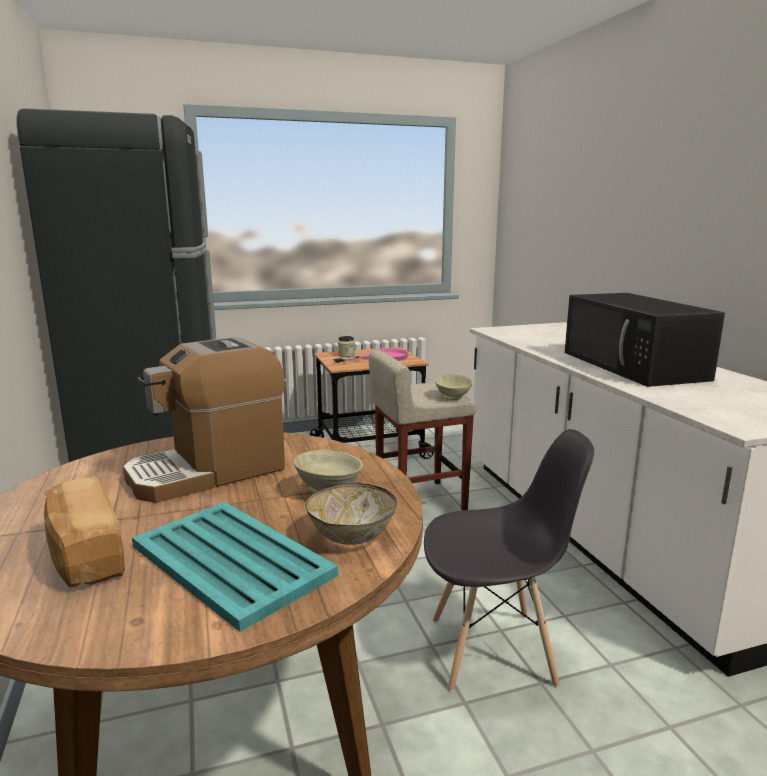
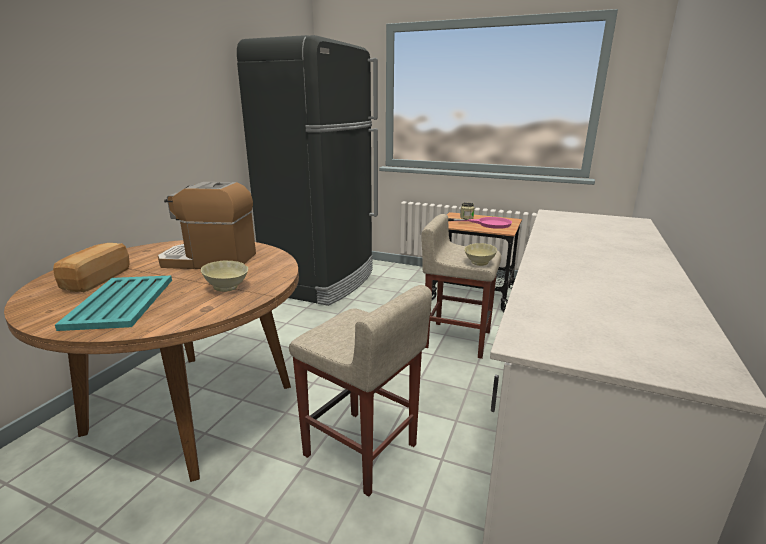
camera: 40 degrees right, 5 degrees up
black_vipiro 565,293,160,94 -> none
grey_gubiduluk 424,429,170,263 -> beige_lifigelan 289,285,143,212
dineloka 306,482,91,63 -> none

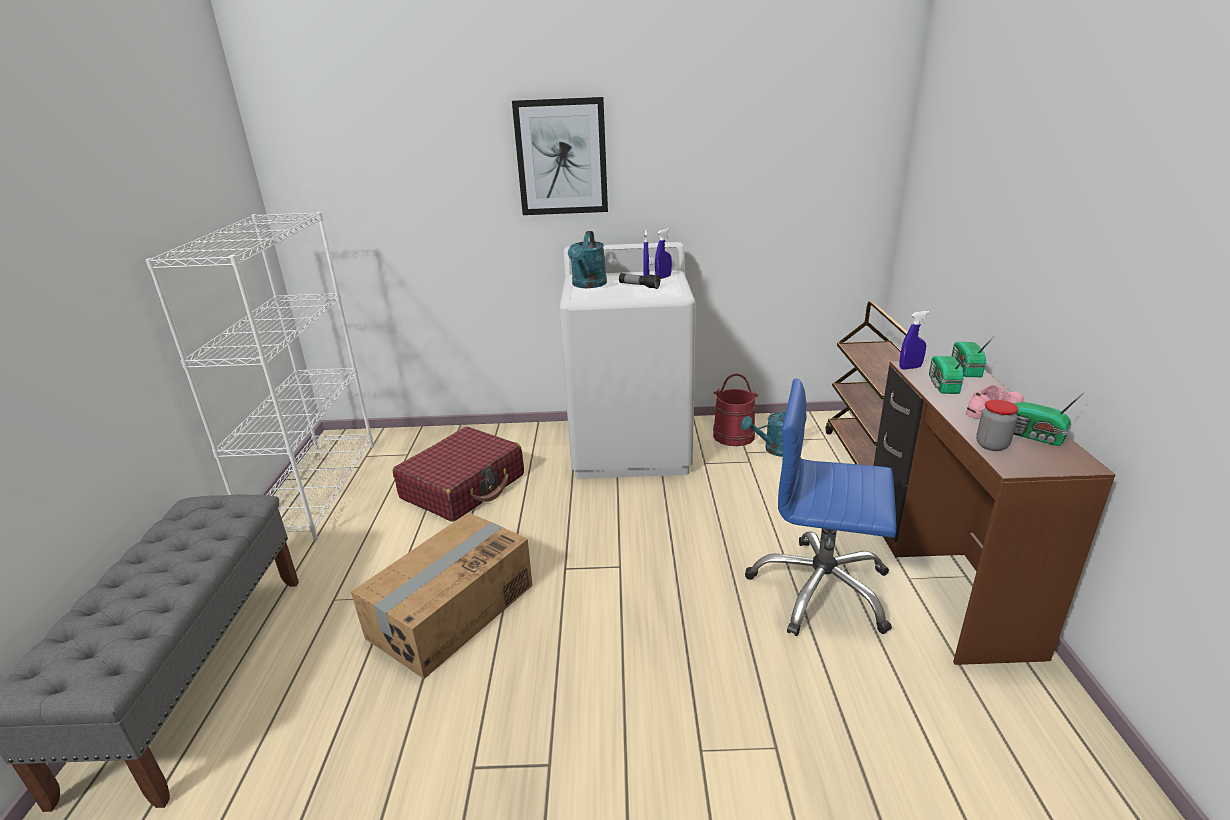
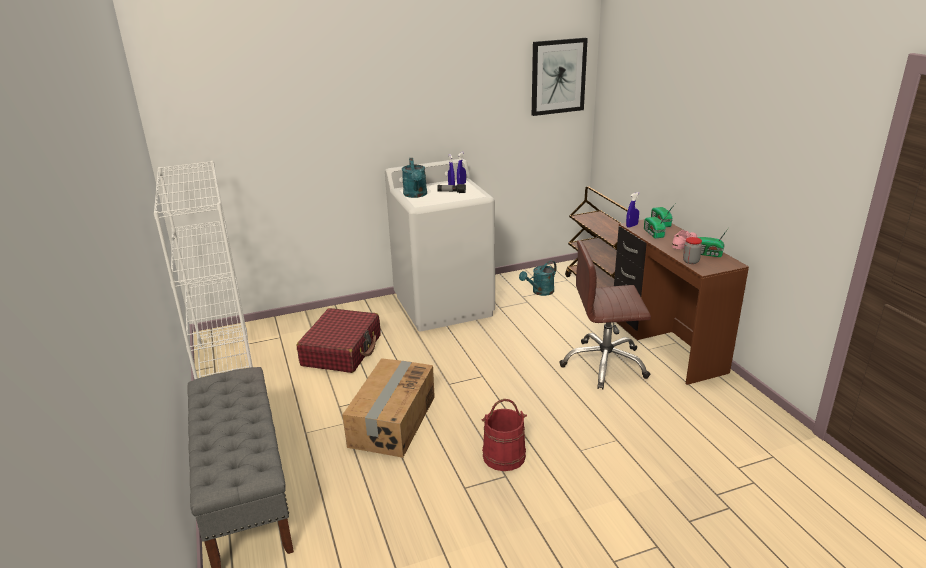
camera: 20 degrees left, 0 degrees up
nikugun 512,97,96,118 -> nikugun 532,38,56,78, move
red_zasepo 713,373,46,73 -> red_zasepo 481,399,46,72, move
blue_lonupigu 745,379,151,257 -> brown_lonupigu 559,240,92,150

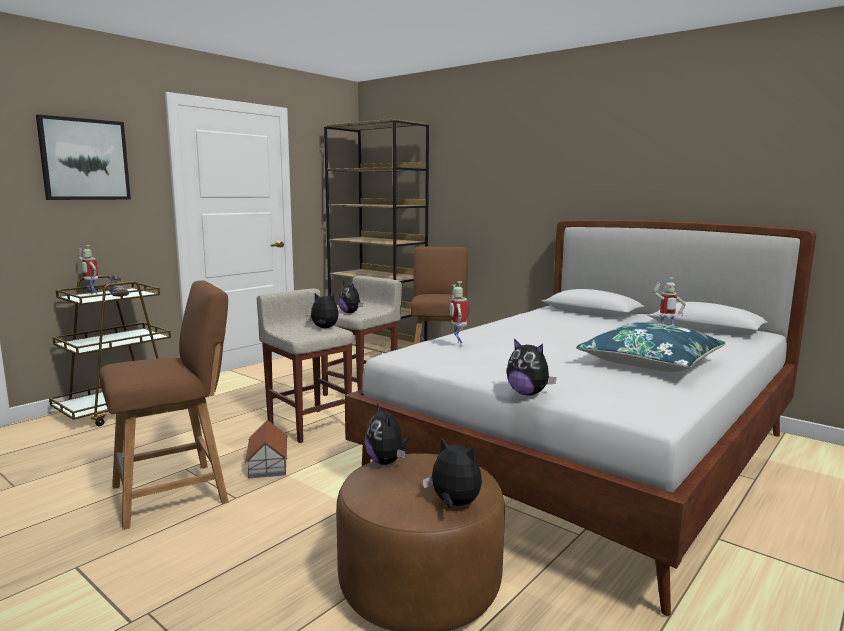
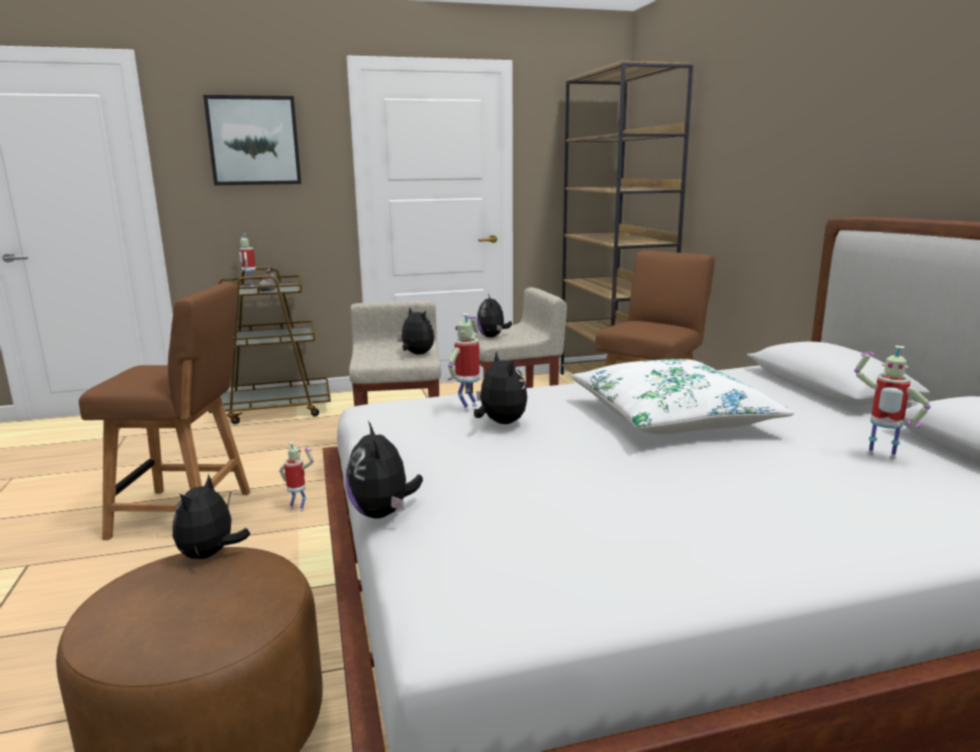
camera: 35 degrees right, 5 degrees up
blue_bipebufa 576,322,150,50 -> none
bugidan 245,420,43,59 -> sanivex 279,442,35,70
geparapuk 423,437,59,71 -> geparapuk 474,351,53,73, move
none -> white_bipebufa 572,359,222,75

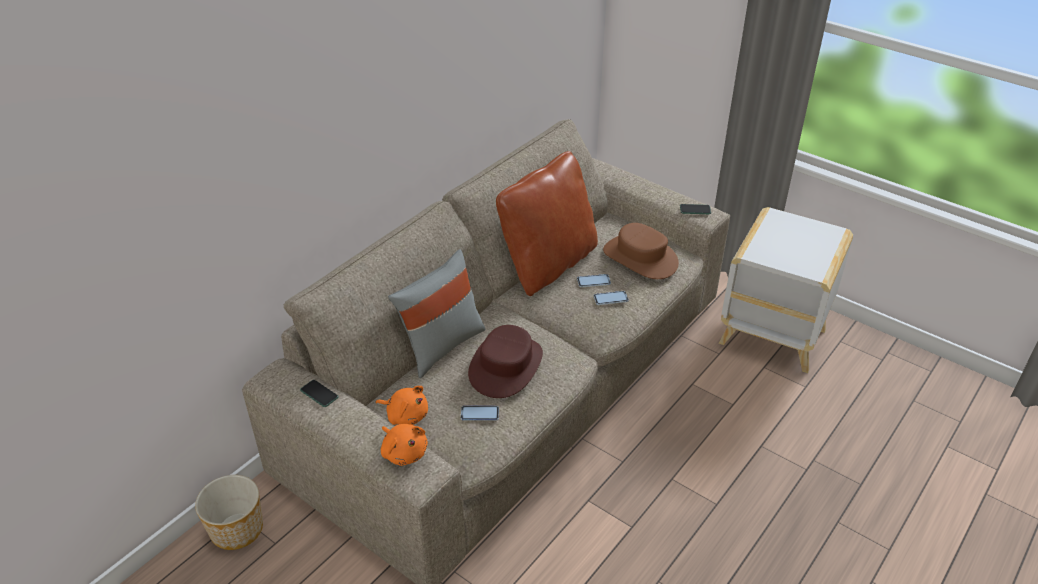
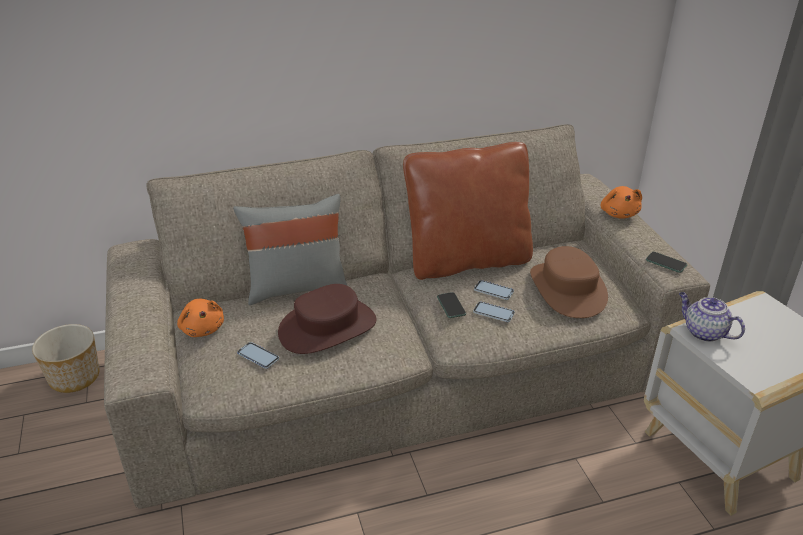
camera: 35 degrees right, 5 degrees down
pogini 300,380,38,27 -> pogini 437,292,29,26, move
orange_geparapuk 381,424,47,42 -> orange_geparapuk 601,186,41,33, move
none -> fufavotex 679,292,66,50

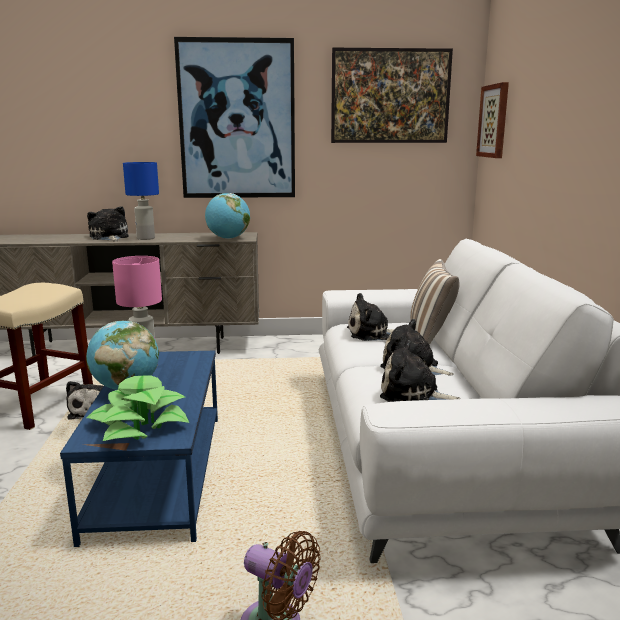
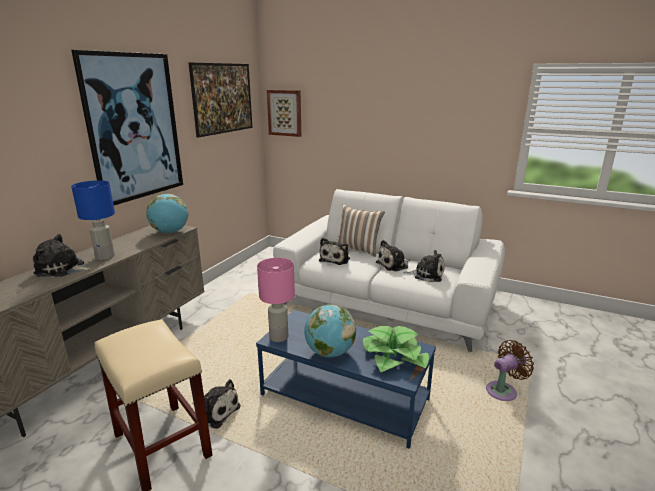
camera: 60 degrees left, 5 degrees up
geparapuk 380,340,81,62 -> geparapuk 404,250,41,32, 120 degrees counterclockwise

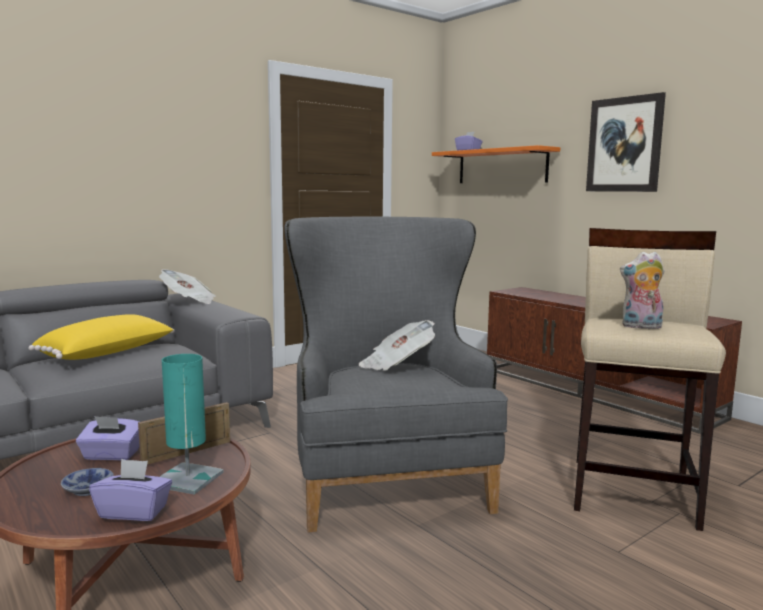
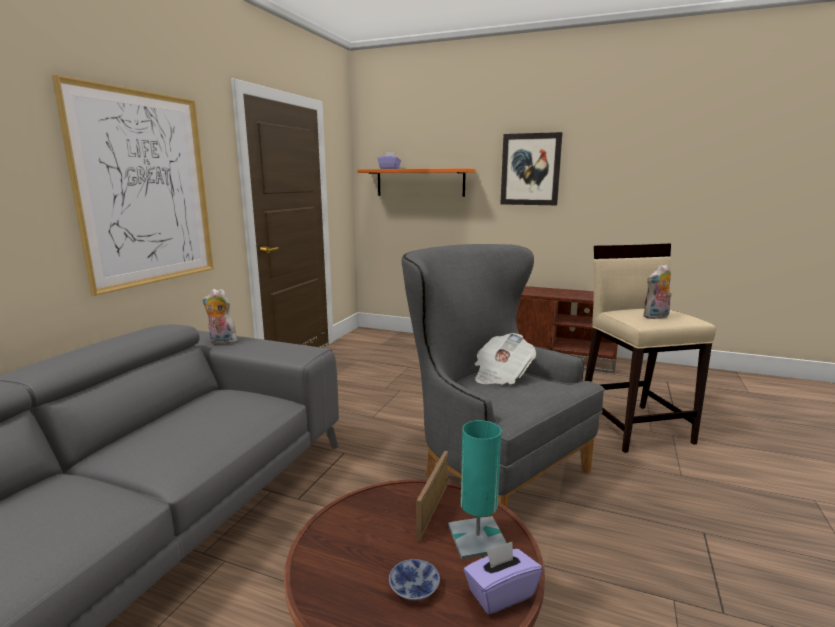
camera: 30 degrees left, 5 degrees up
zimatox 159,269,57,35 -> geparapuk 202,289,35,55
yellow_bipebufa 28,314,147,46 -> none
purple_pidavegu 76,416,64,44 -> none
none -> nikugun 52,75,162,221

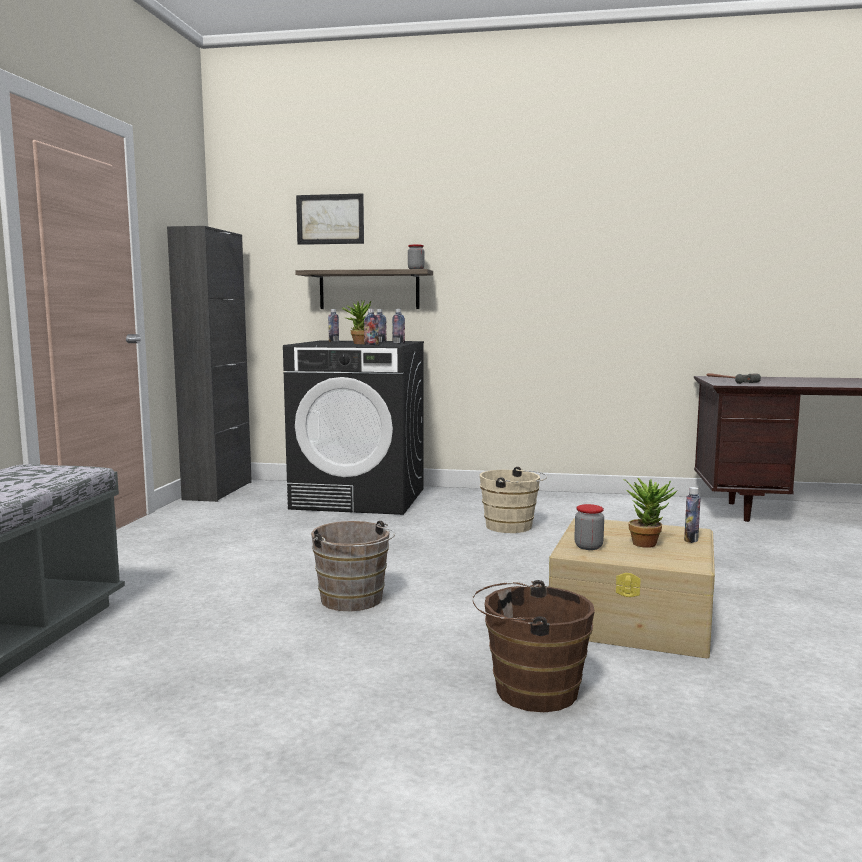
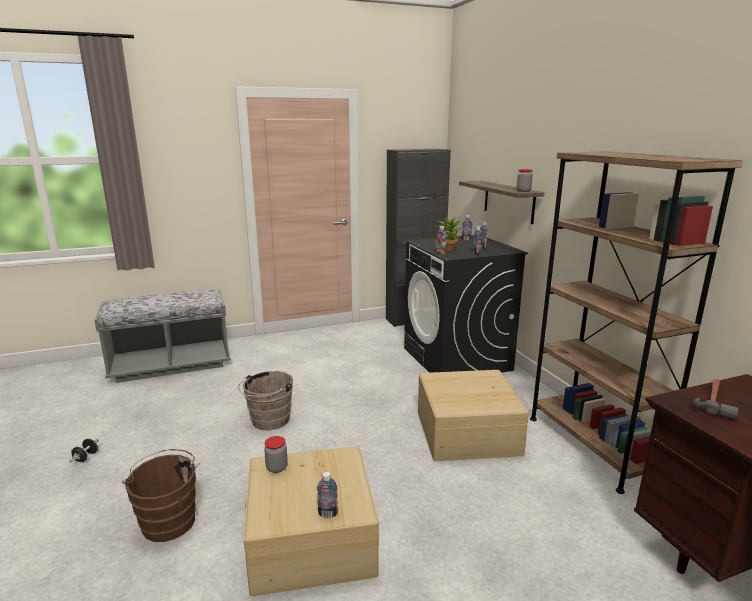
camera: 60 degrees right, 10 degrees up
nikugun 296,193,68,52 -> none
beige_zasepo 479,467,68,66 -> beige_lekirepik 418,370,111,91
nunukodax 623,478,54,70 -> none
none -> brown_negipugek 530,151,213,343
none -> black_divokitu 69,439,30,24

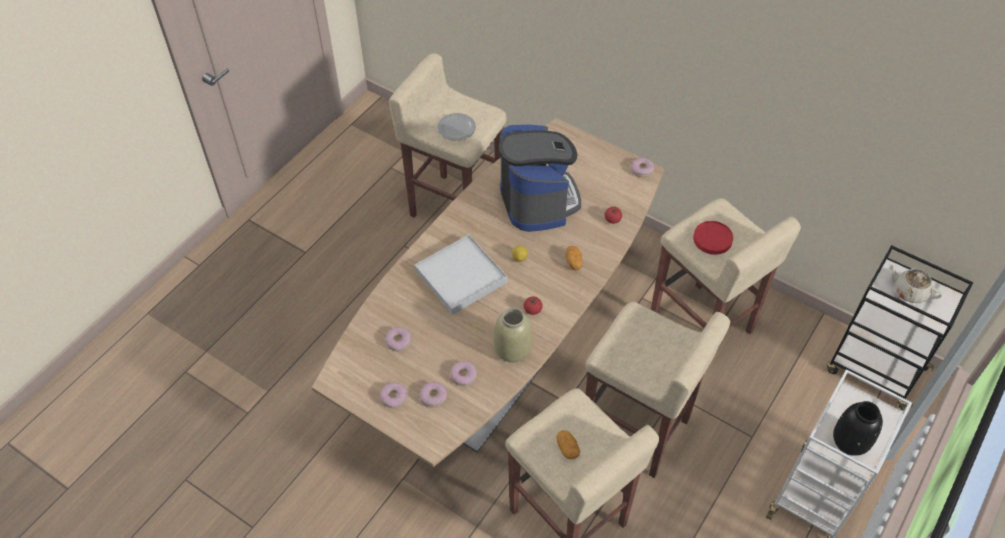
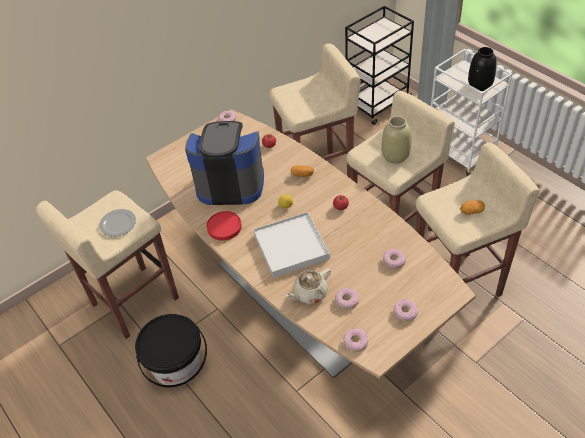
camera: 70 degrees left, 5 degrees down
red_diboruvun 693,221,40,34 -> red_diboruvun 207,211,35,30, move
beige_fufavotex 888,264,55,39 -> beige_fufavotex 286,269,45,35, move
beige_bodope 494,308,38,55 -> beige_bodope 382,116,29,48, move
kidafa 419,382,28,26 -> kidafa 343,329,25,23, move
none -> black_zasepo 135,314,72,73

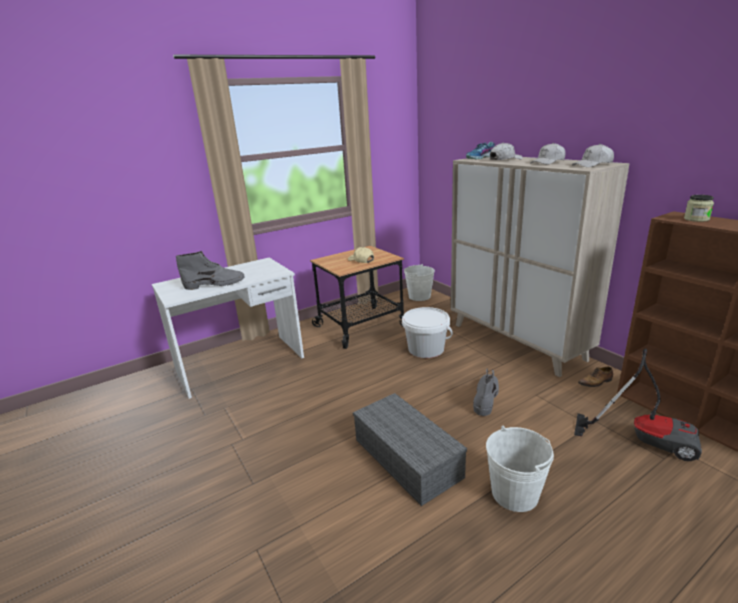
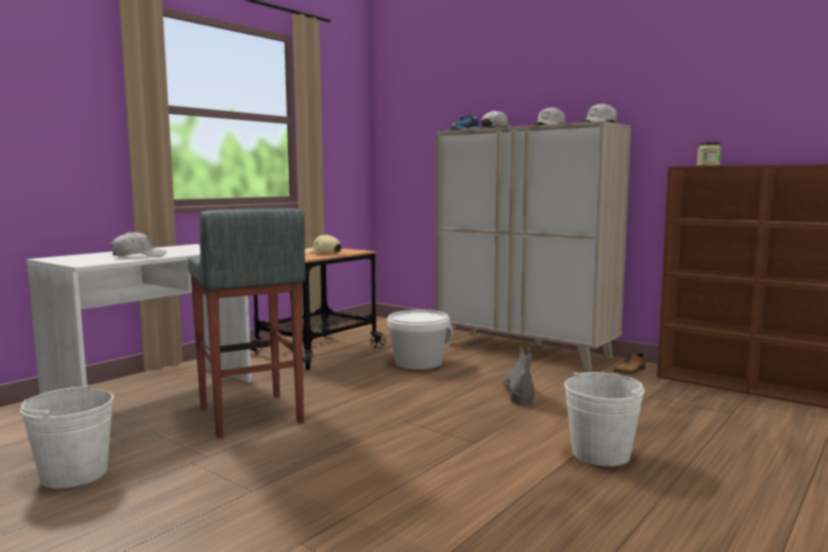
camera: 20 degrees left, 15 degrees down
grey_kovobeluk 176,251,69,39 -> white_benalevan 111,232,56,25
white_zasepo 404,264,31,37 -> white_zasepo 20,384,94,105, move
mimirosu 574,349,128,112 -> none
grey_lekirepik 353,393,114,113 -> none
none -> grey_lifigelan 188,208,118,230

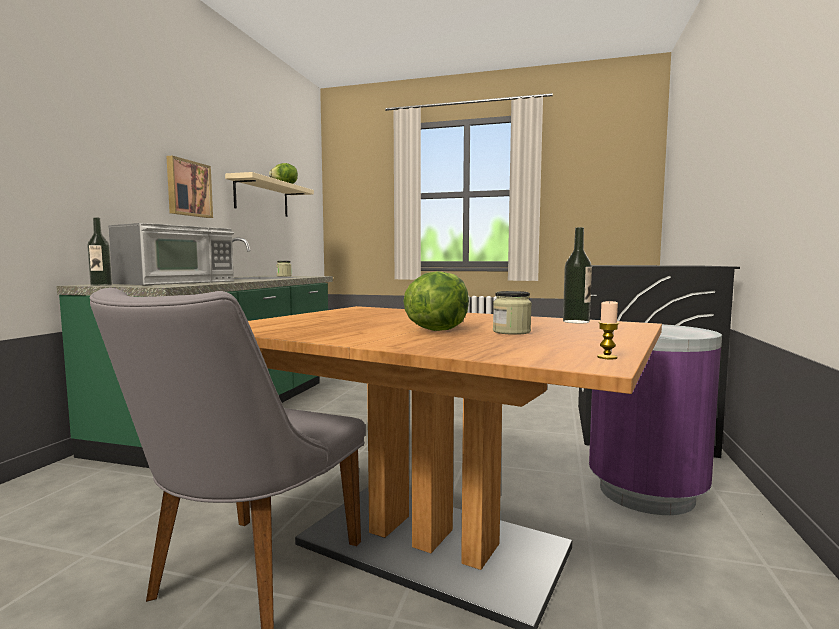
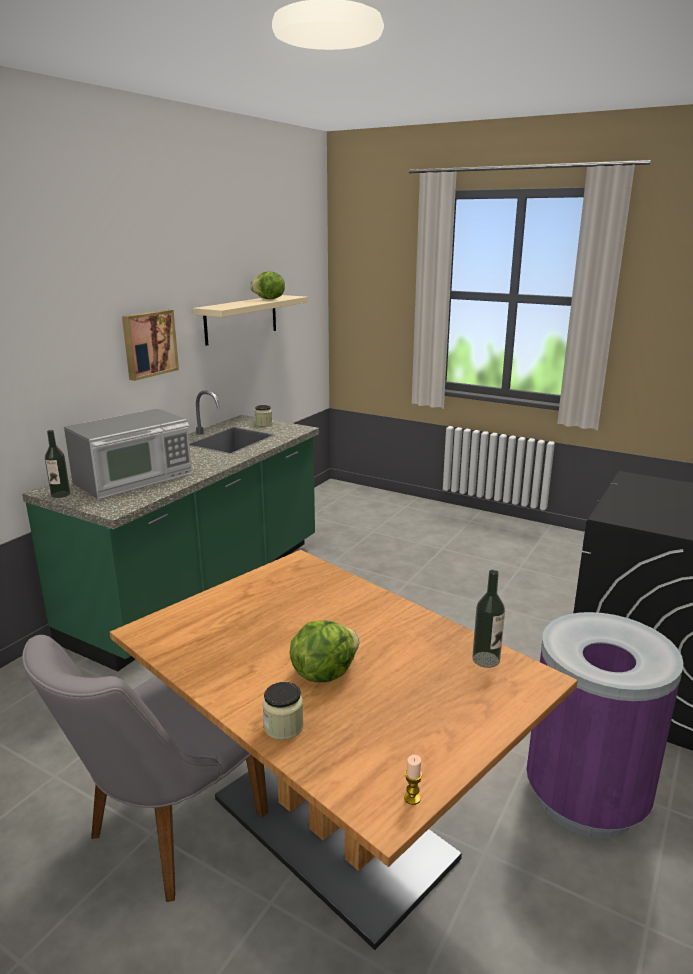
camera: 15 degrees right, 15 degrees up
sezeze 493,291,39,44 -> sezeze 262,682,41,58, move

